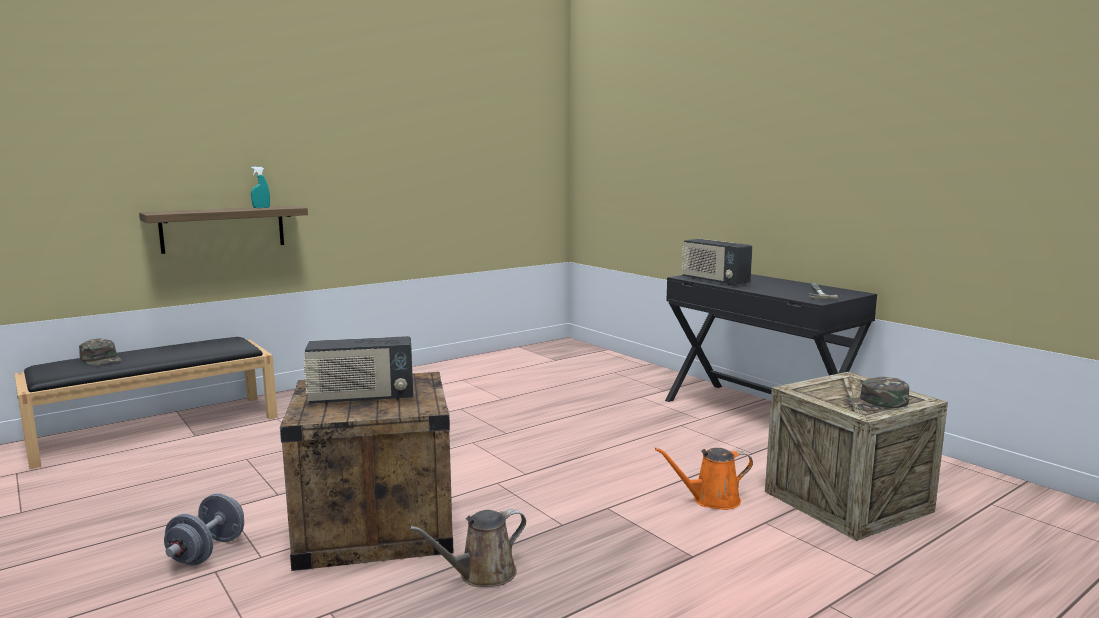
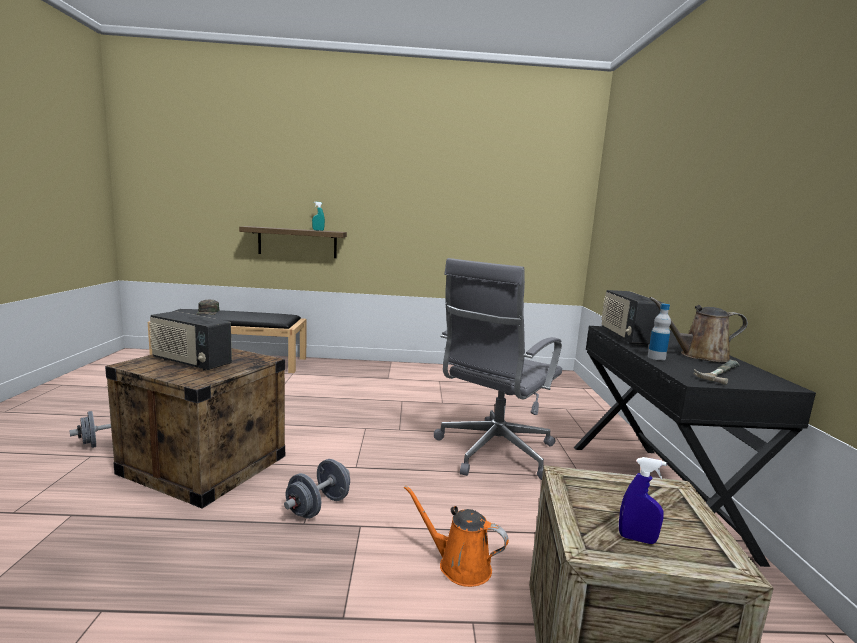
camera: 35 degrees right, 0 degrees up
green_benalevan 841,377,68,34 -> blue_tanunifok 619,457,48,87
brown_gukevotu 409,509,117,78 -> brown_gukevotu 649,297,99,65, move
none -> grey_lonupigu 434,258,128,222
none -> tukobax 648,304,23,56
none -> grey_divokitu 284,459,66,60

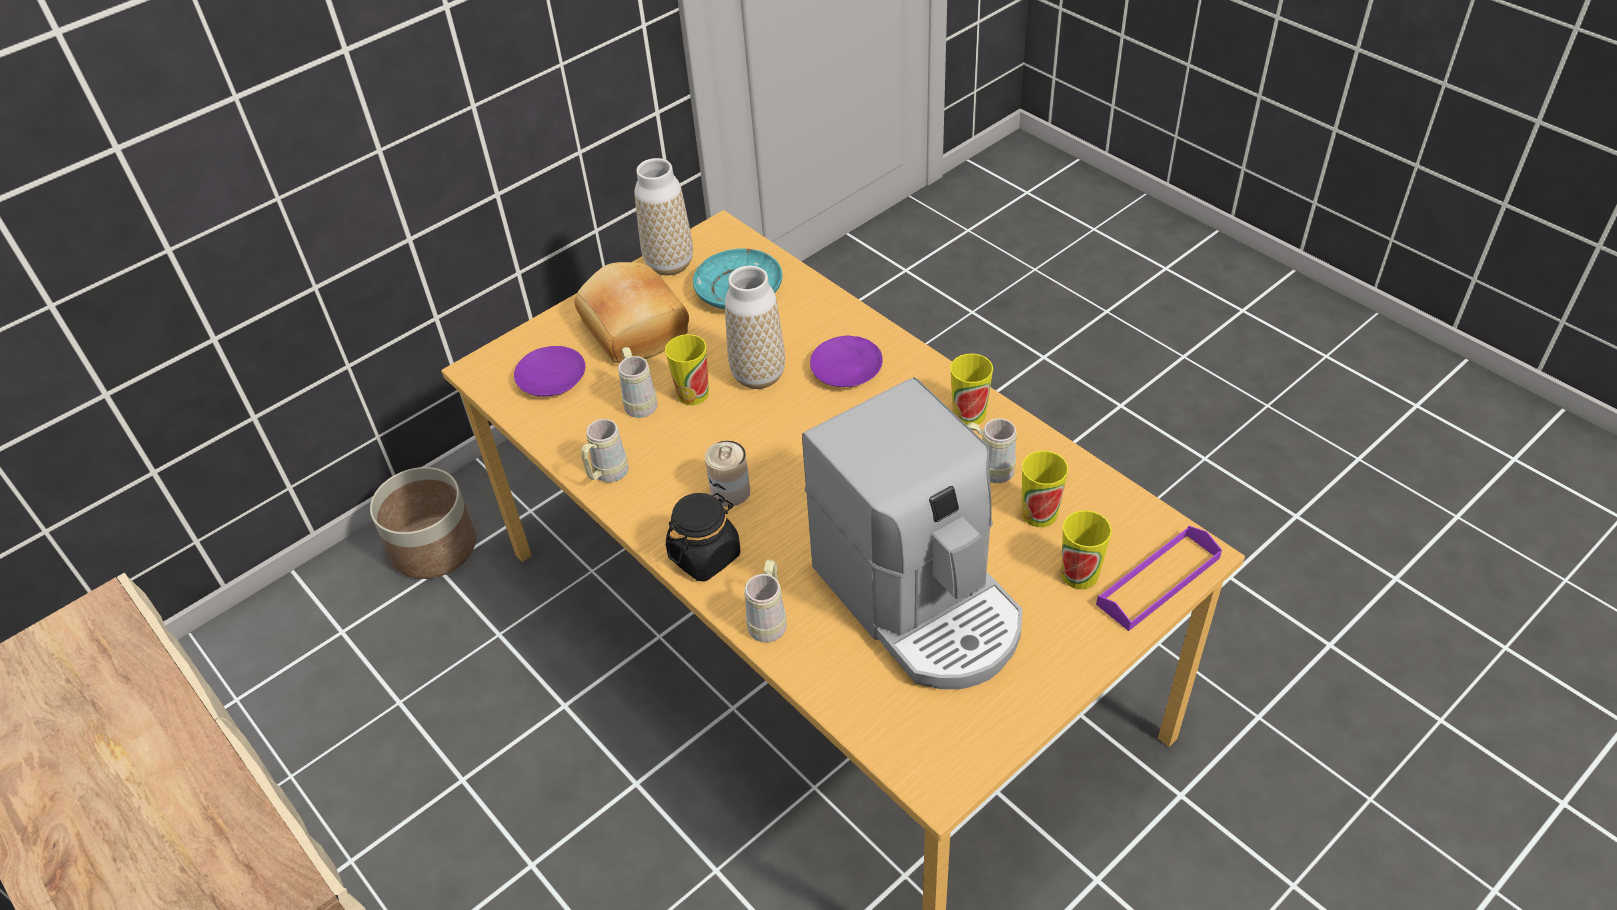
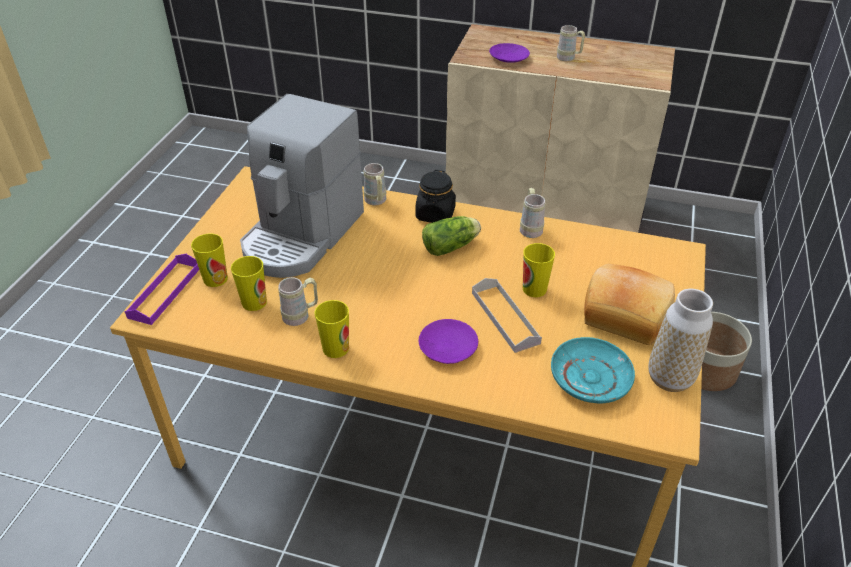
camera: 145 degrees right, 5 degrees down
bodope 725,266,60,123 -> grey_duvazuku 472,278,70,75
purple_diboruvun 514,346,71,50 -> purple_diboruvun 489,43,41,20, move
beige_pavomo 618,347,40,71 -> beige_pavomo 557,25,28,36, move
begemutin 802,377,220,312 -> begemutin 240,94,124,184, 90 degrees counterclockwise
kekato 705,440,45,67 -> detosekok 422,216,59,40

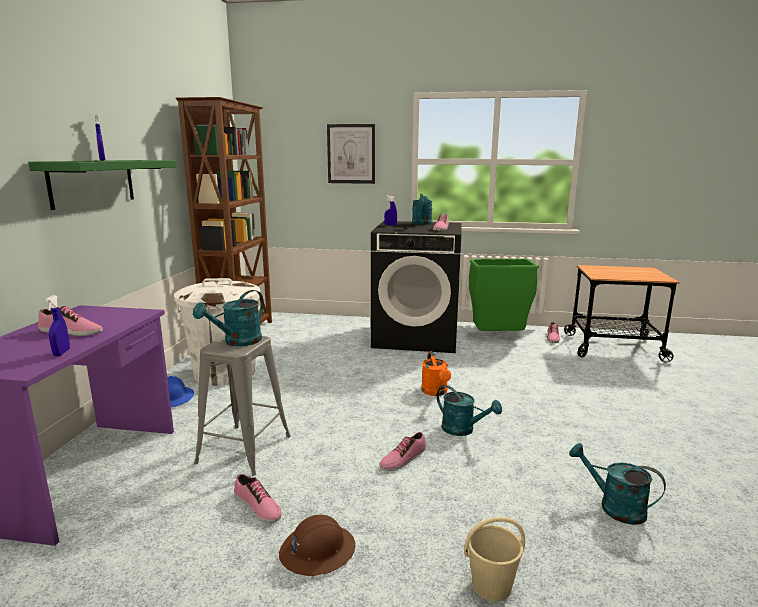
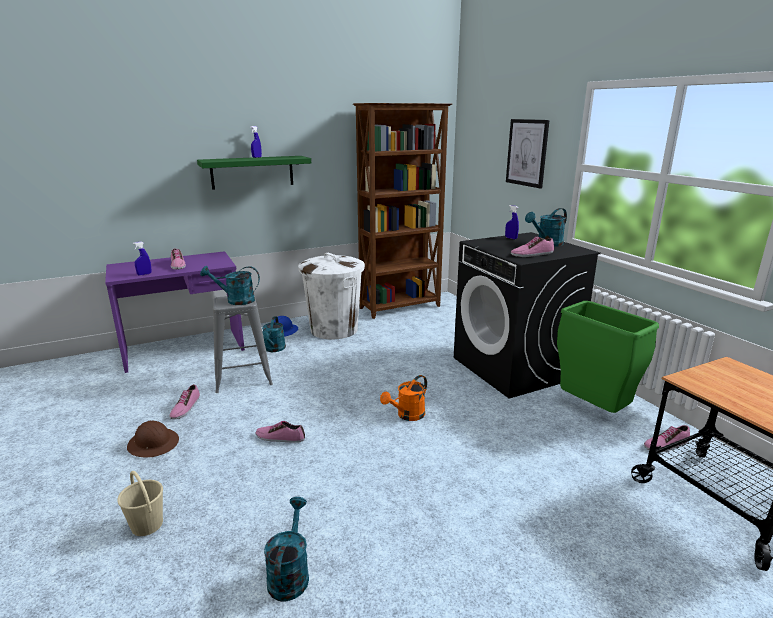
camera: 55 degrees right, 5 degrees up
turquoise_gukevotu 436,385,66,51 -> turquoise_gukevotu 262,316,24,36, move

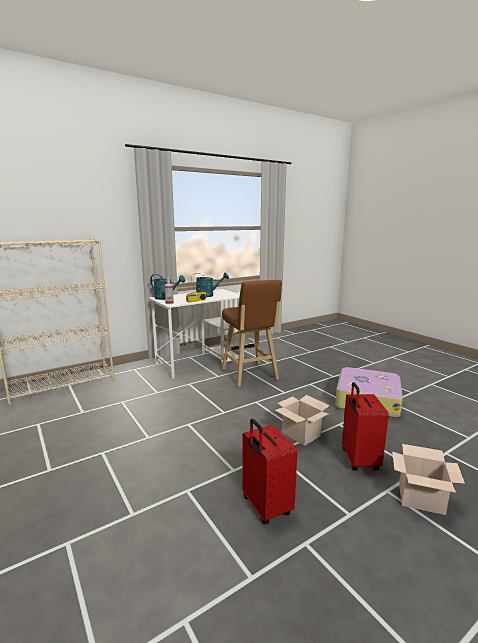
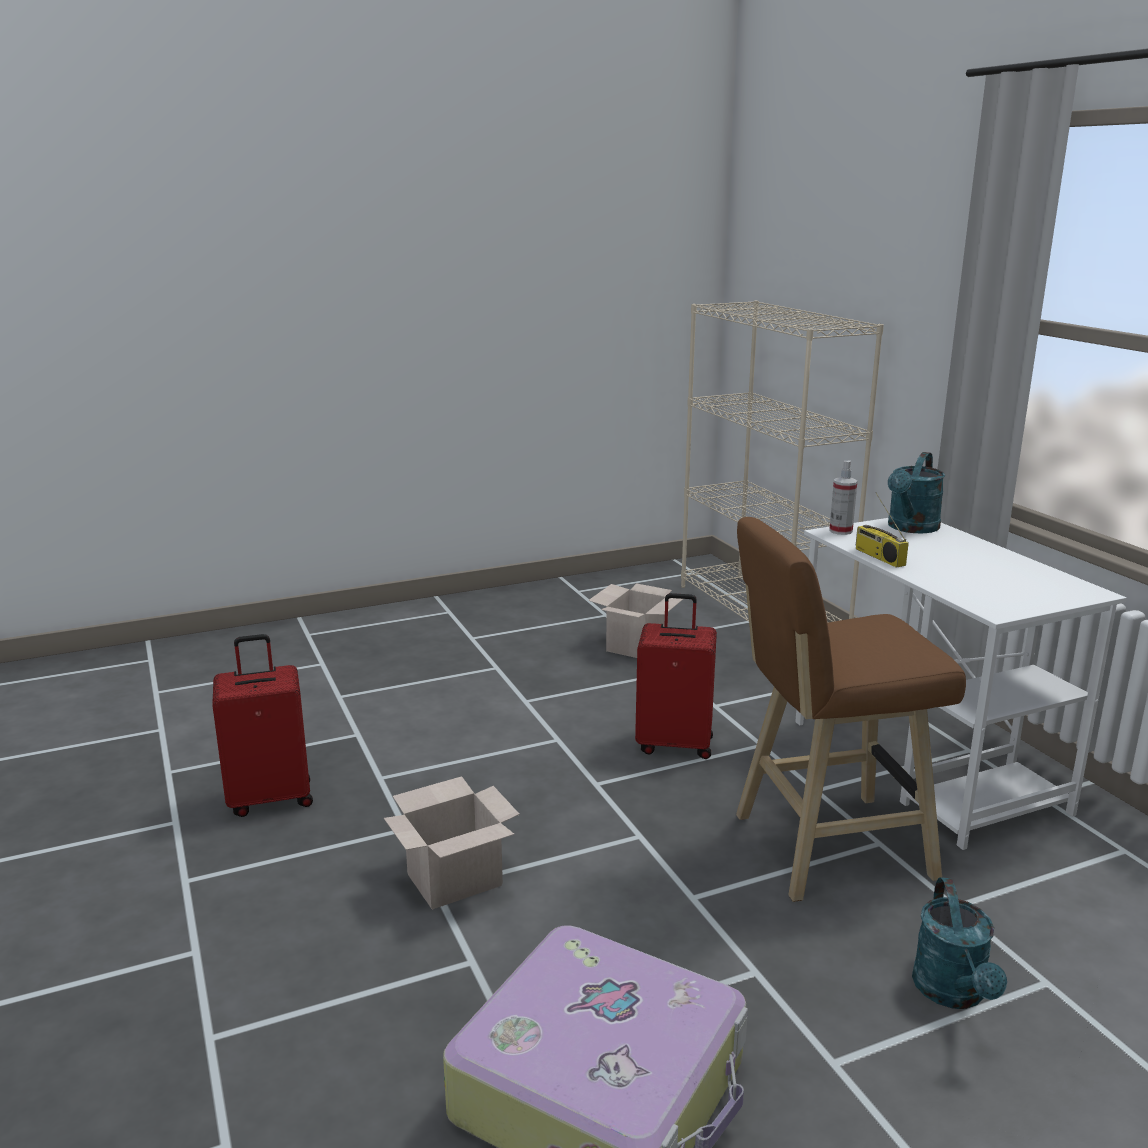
camera: 100 degrees right, 5 degrees up
turquoise_gukevotu 191,272,38,25 -> turquoise_gukevotu 912,878,95,131, move
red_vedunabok 342,382,47,88 -> red_vedunabok 635,593,82,166, move
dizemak 392,444,73,71 -> dizemak 588,583,95,75, move

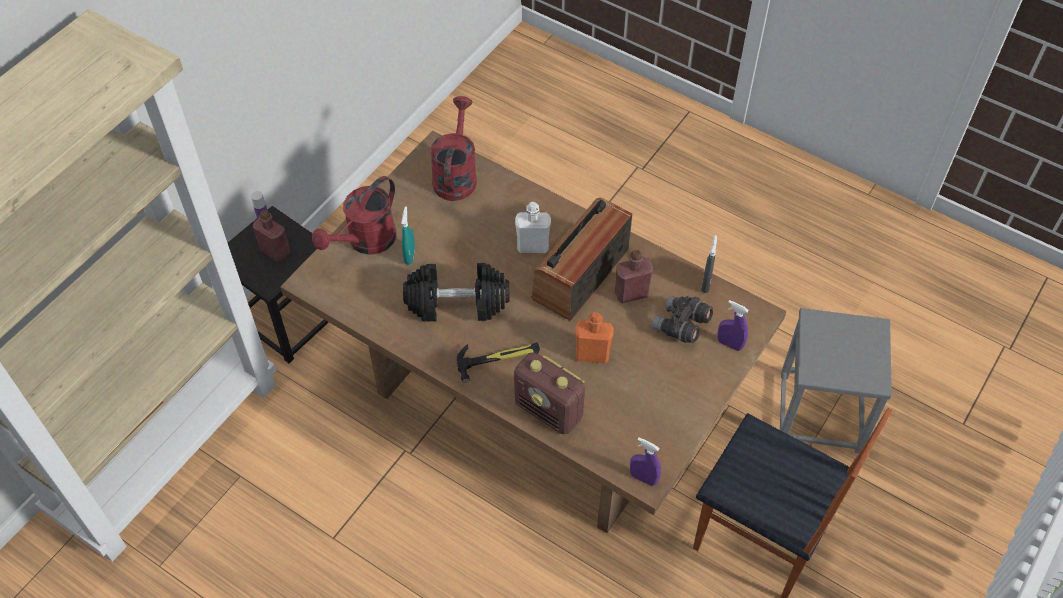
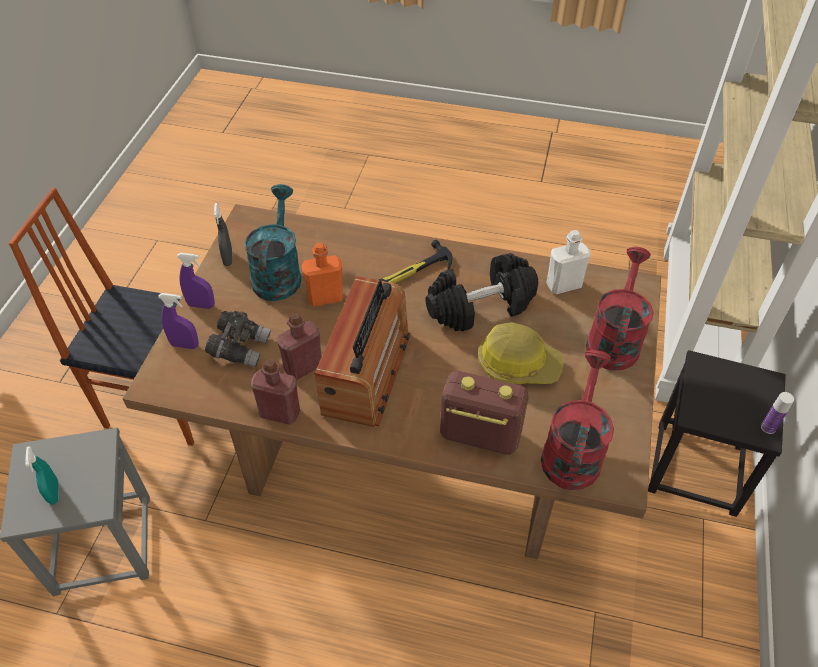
camera: 160 degrees right, 5 degrees down
red_gukevotu 430,96,47,105 -> red_gukevotu 541,350,73,140, 150 degrees counterclockwise
white_tukobax 515,202,36,51 -> white_tukobax 546,230,45,64, move
turquoise_tanunifok 401,206,14,59 -> turquoise_tanunifok 25,446,34,59, move
red_tukobax 253,210,37,52 -> red_tukobax 251,359,49,66, move
grey_tanunifok 701,235,16,58 -> grey_tanunifok 214,203,18,63, move
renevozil 514,352,71,83 -> renevozil 440,371,88,84, move
purple_tanunifok 630,437,31,49 -> purple_tanunifok 177,253,38,56, move
none -> turquoise_gukevotu 244,184,58,117
none -> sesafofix 478,322,85,62

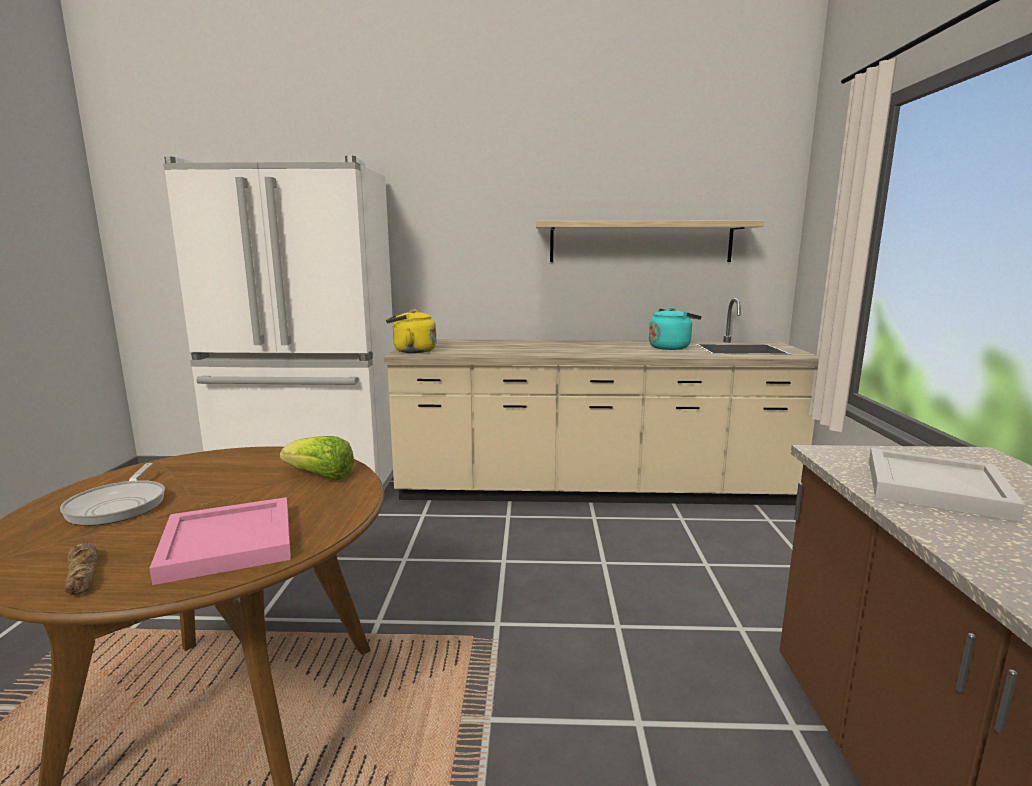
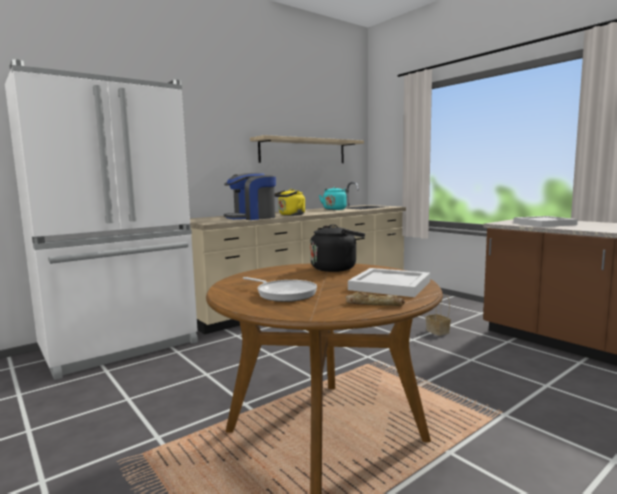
camera: 40 degrees left, 5 degrees down
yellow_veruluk 386,309,51,44 -> yellow_veruluk 275,189,30,27, move
detosekok 280,436,74,44 -> black_veruluk 310,224,55,48
pink_duvazuku 150,497,141,88 -> white_duvazuku 348,268,82,29
none -> begemutin 224,173,52,47
none -> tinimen 426,294,25,42

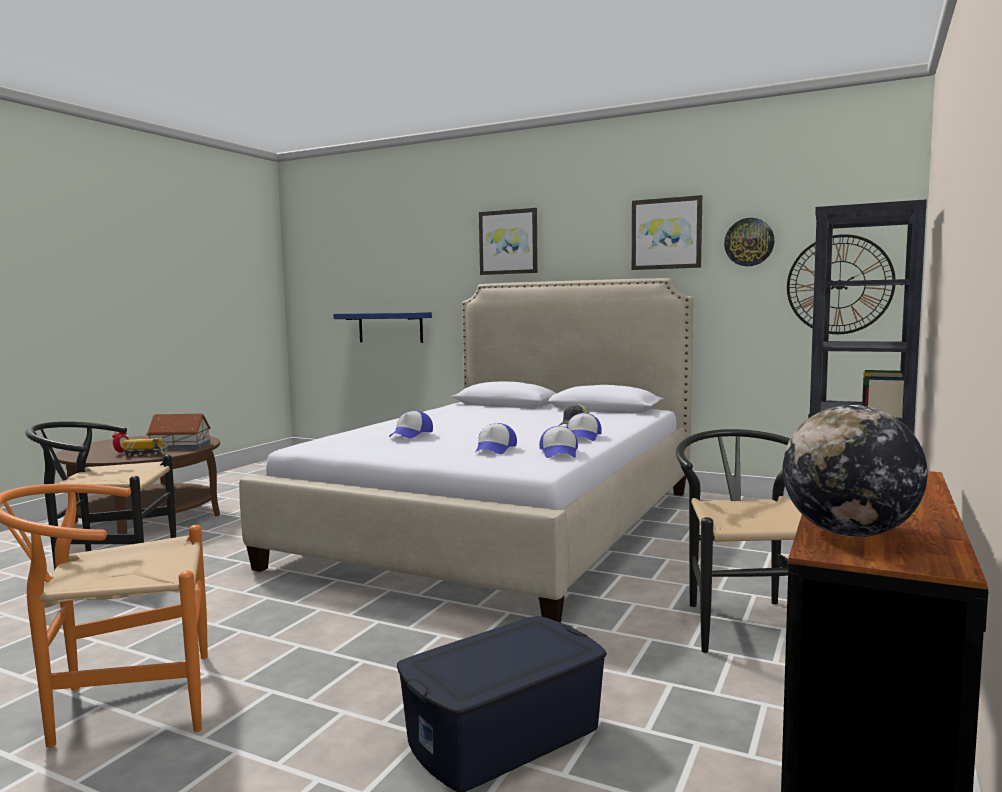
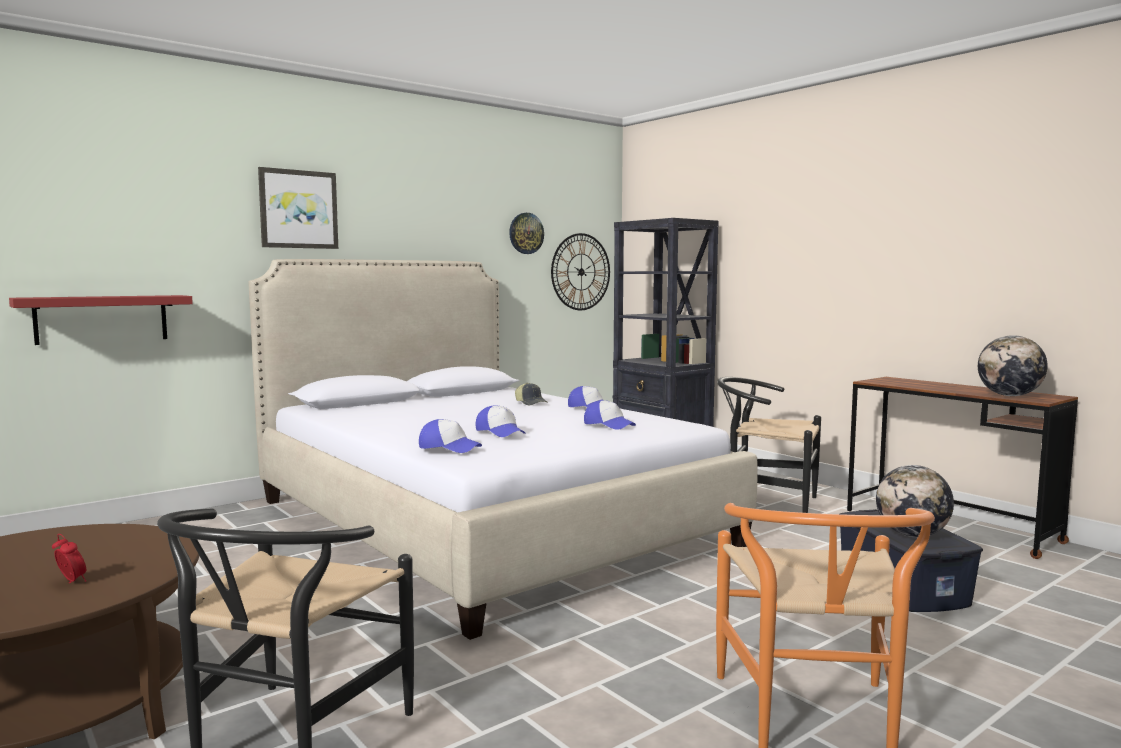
camera: 65 degrees left, 0 degrees up
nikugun 632,195,70,75 -> none
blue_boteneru 333,312,99,31 -> red_boteneru 9,295,184,50
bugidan 146,414,65,35 -> none
benalevan 539,426,39,32 -> benalevan 419,419,63,34, move
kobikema 122,437,46,20 -> none
none -> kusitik 876,465,78,72

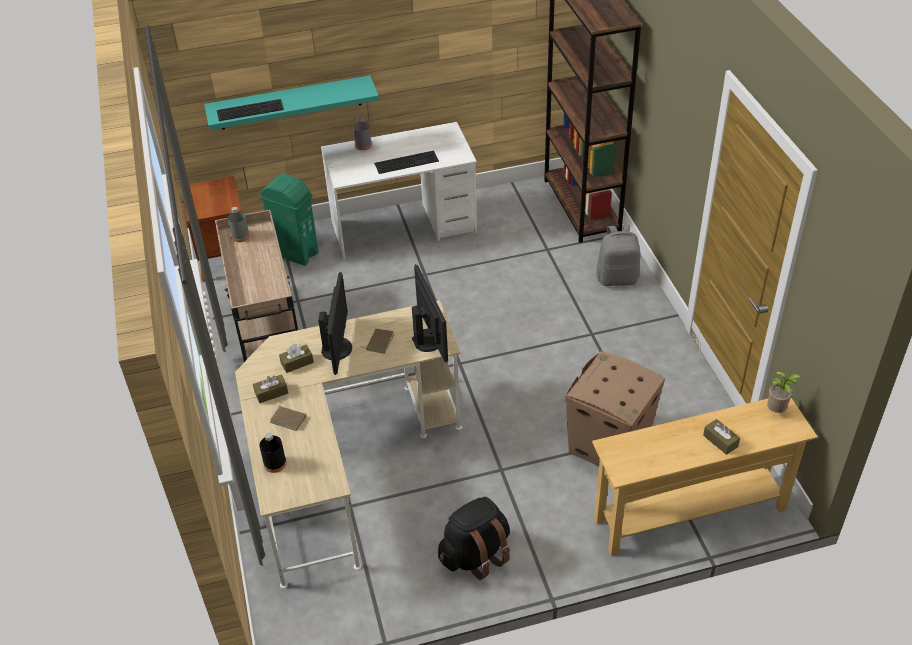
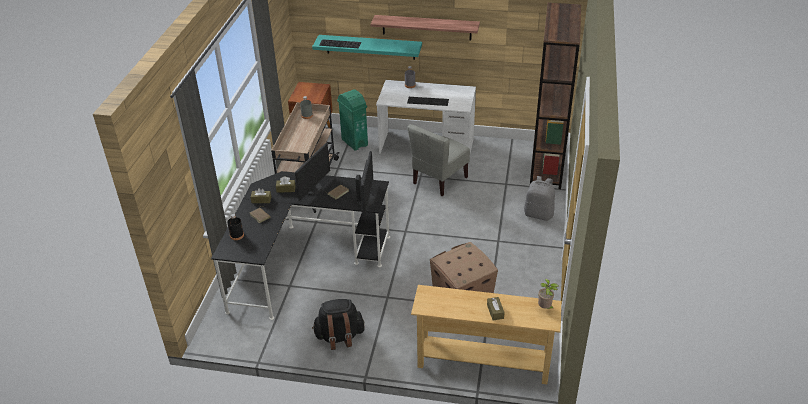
camera: 25 degrees right, 5 degrees down
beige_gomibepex 235,300,227,289 -> black_gomibepex 211,171,179,149
none -> boteneru 370,15,110,25
none -> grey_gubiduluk 407,124,63,73

